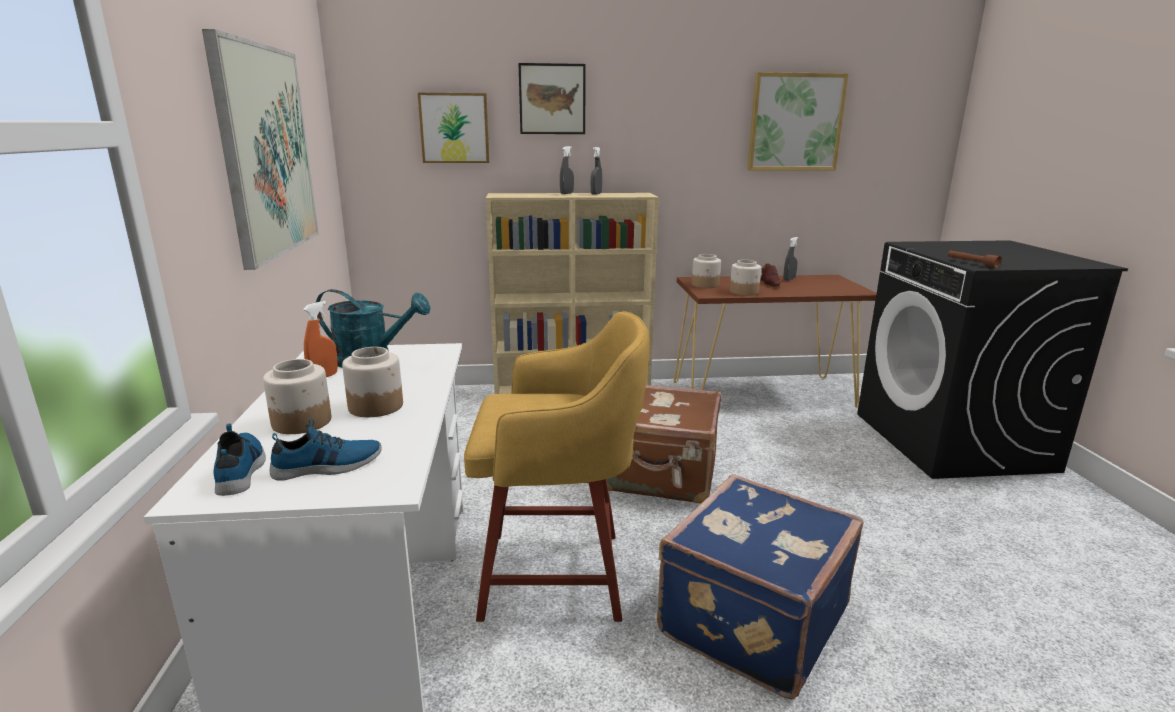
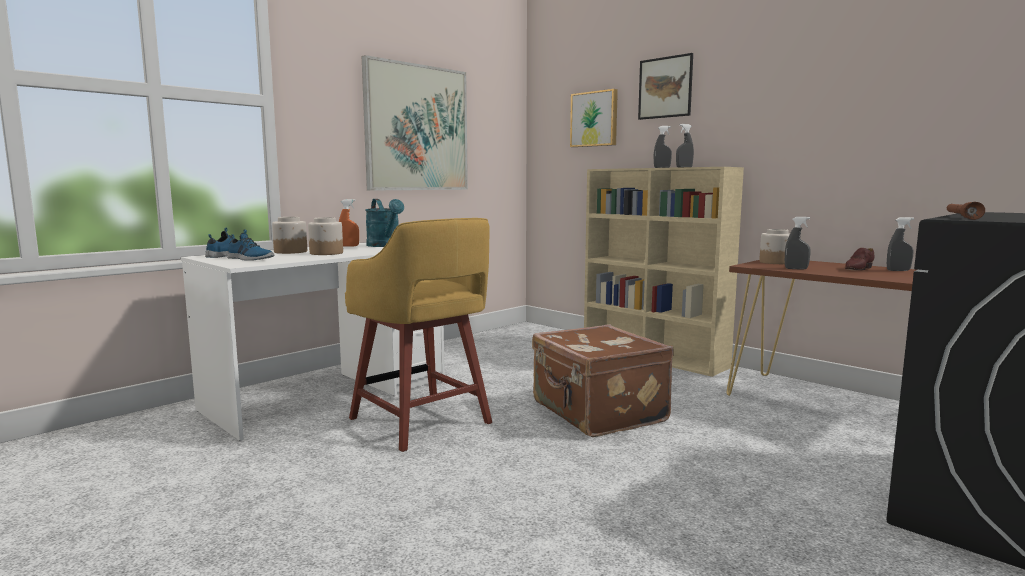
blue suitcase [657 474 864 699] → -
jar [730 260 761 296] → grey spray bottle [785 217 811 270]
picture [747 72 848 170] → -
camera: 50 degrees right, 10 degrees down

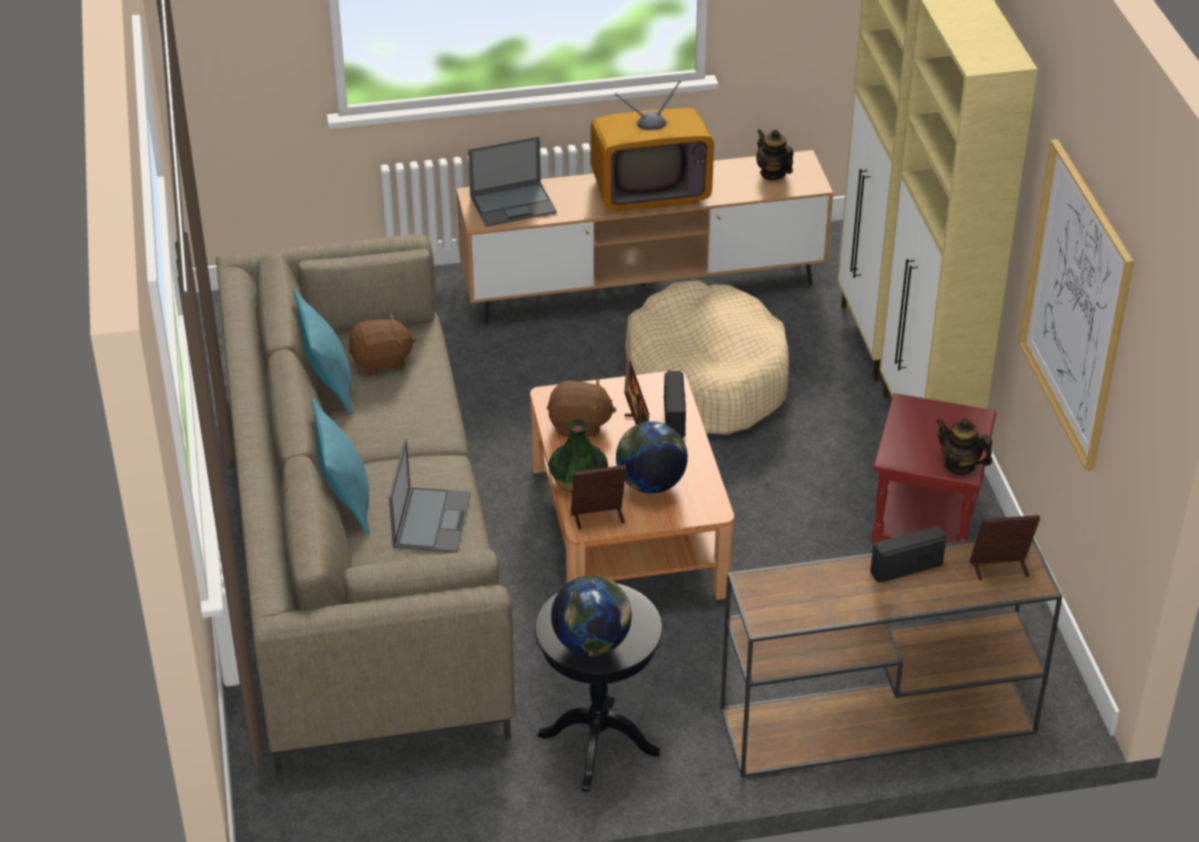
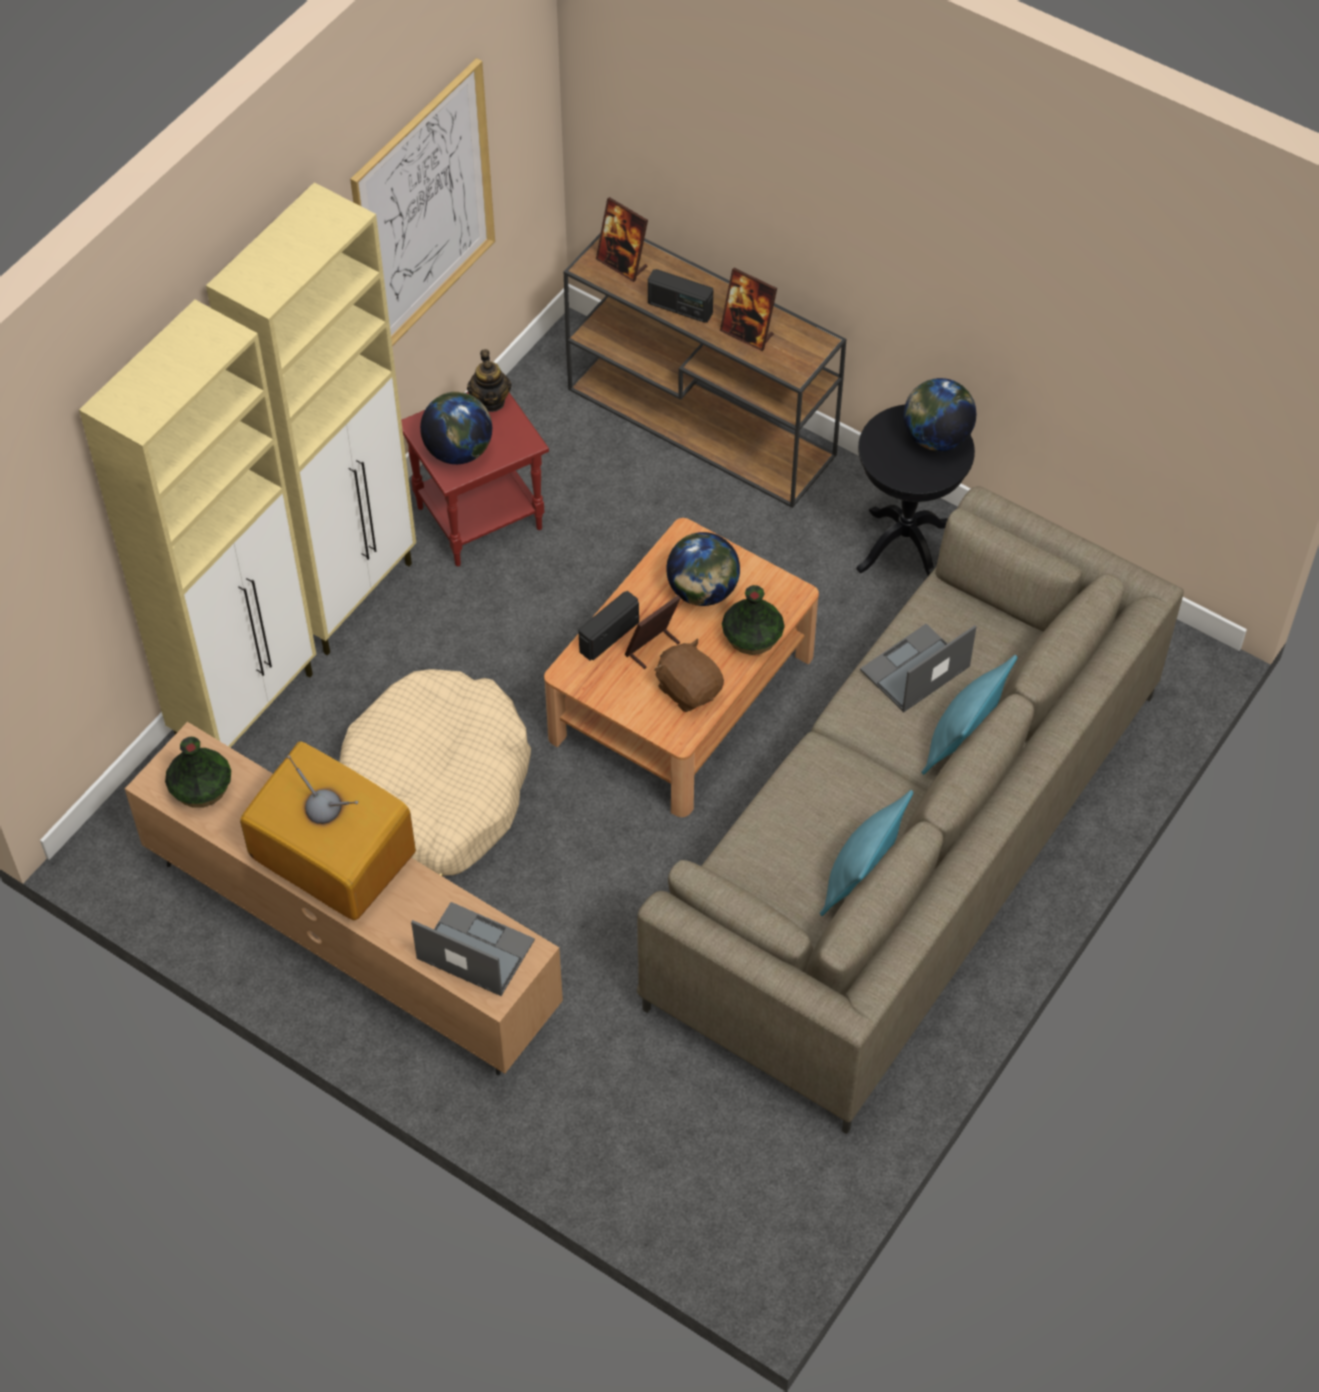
brown plush toy [349 314 416 375] → -
picture frame [571 465 626 529] → picture frame [720 268 777 351], relocated
teapot [756 129 794 180] → vase [165 737 232 808]
- → globe [420 391 492 464]
camera: 135 degrees left, 15 degrees up

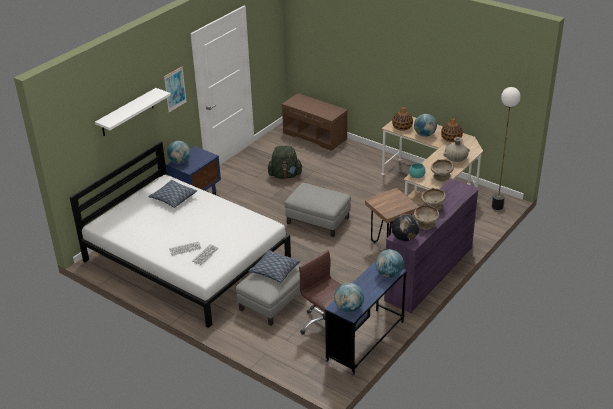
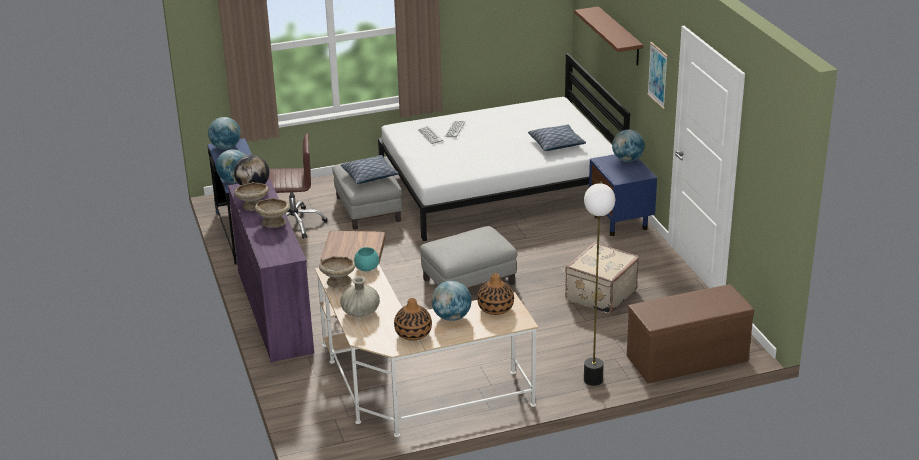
white shelf [95 88 171 136] → brown shelf [575 6 643 66]
green backpack [268 146 303 179] → beige suitcase [565 242 639 314]
floor lamp [492 87 521 210] → floor lamp [584 183 615 386], relocated
camera: 125 degrees right, 5 degrees down

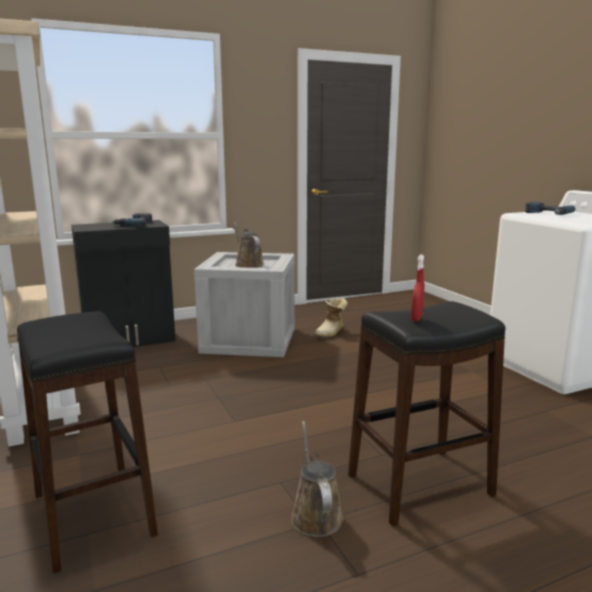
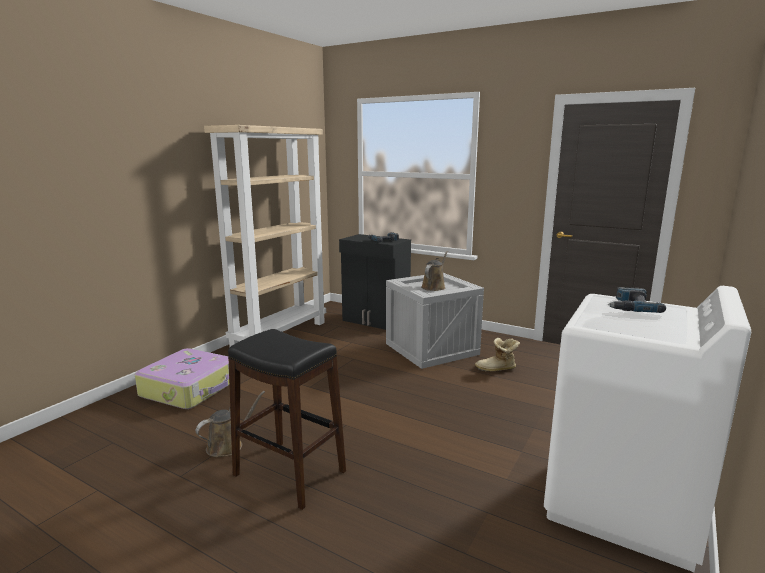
black stool [17 312 158 573] → suitcase [135 348 229 409]
red spray bottle [411 254 424 321] → -
camera: 55 degrees right, 0 degrees up

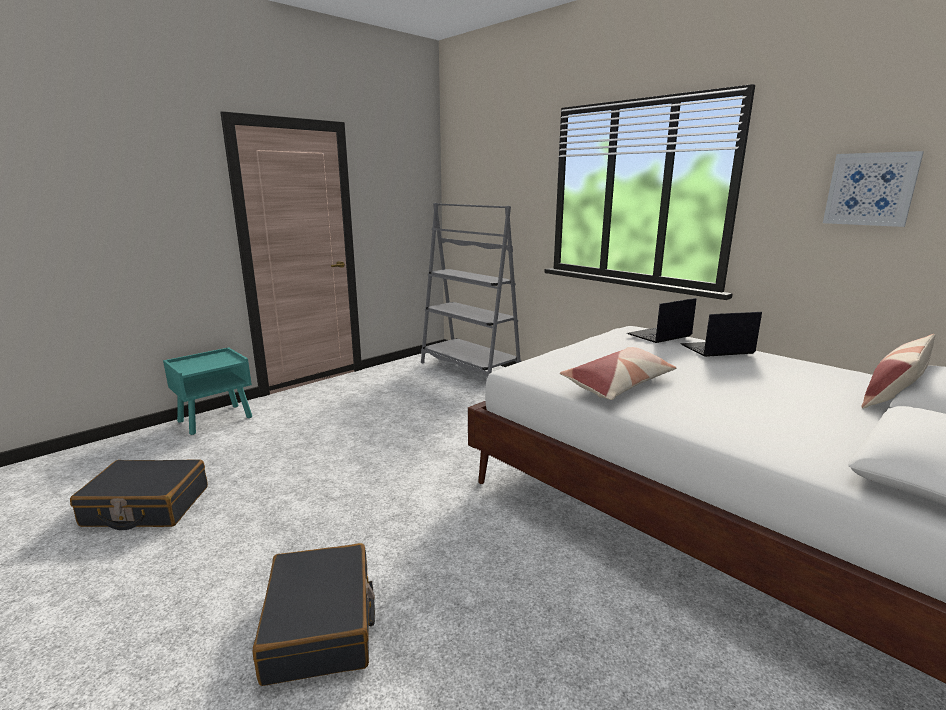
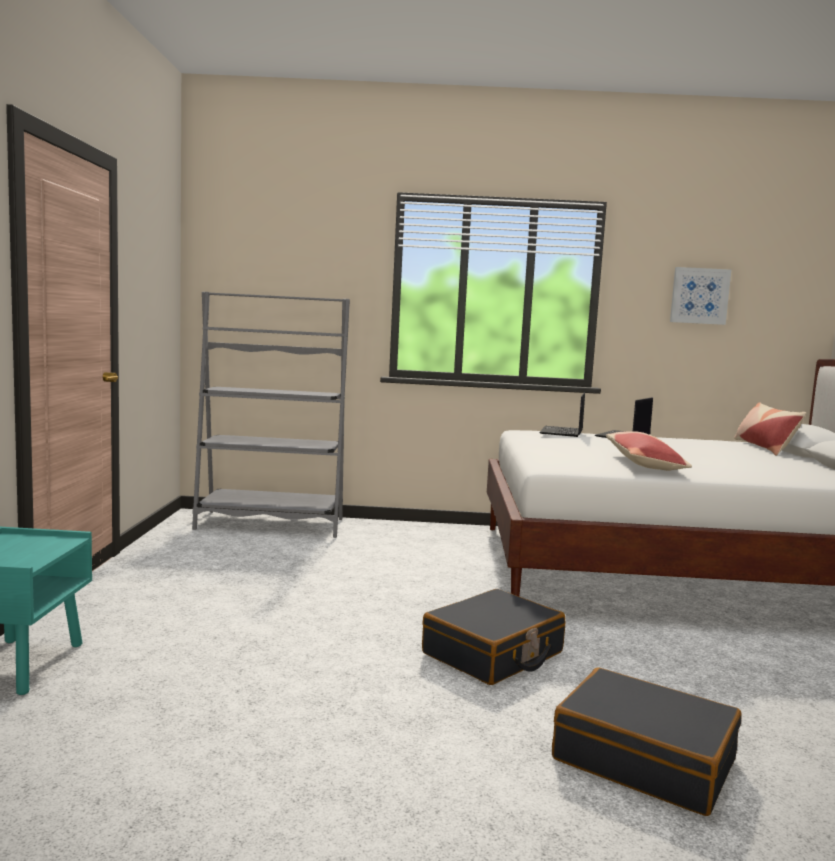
black suitcase [70 460 208 530] → black suitcase [422 589 565 685], relocated
camera: 45 degrees left, 10 degrees down

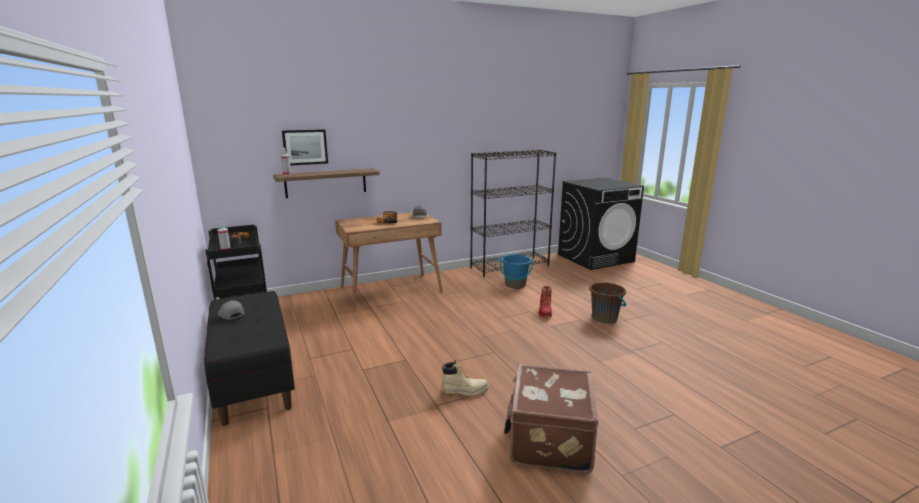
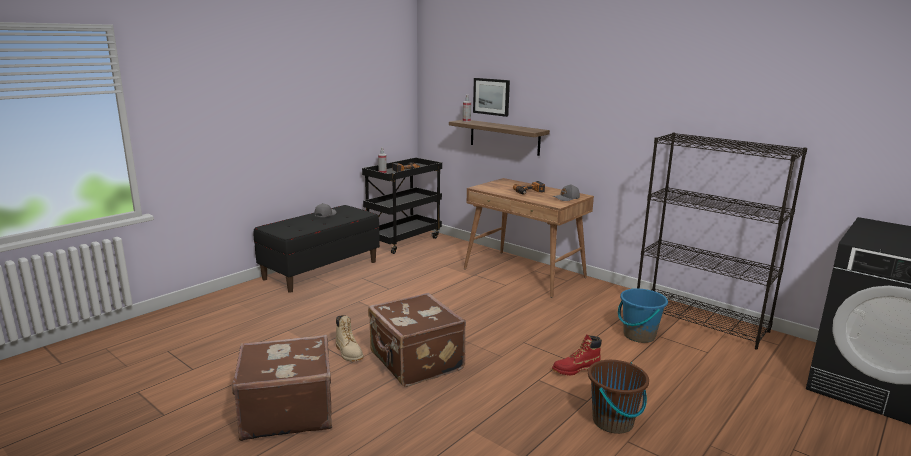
- → brown suitcase [368 293 466 387]
camera: 65 degrees right, 0 degrees up

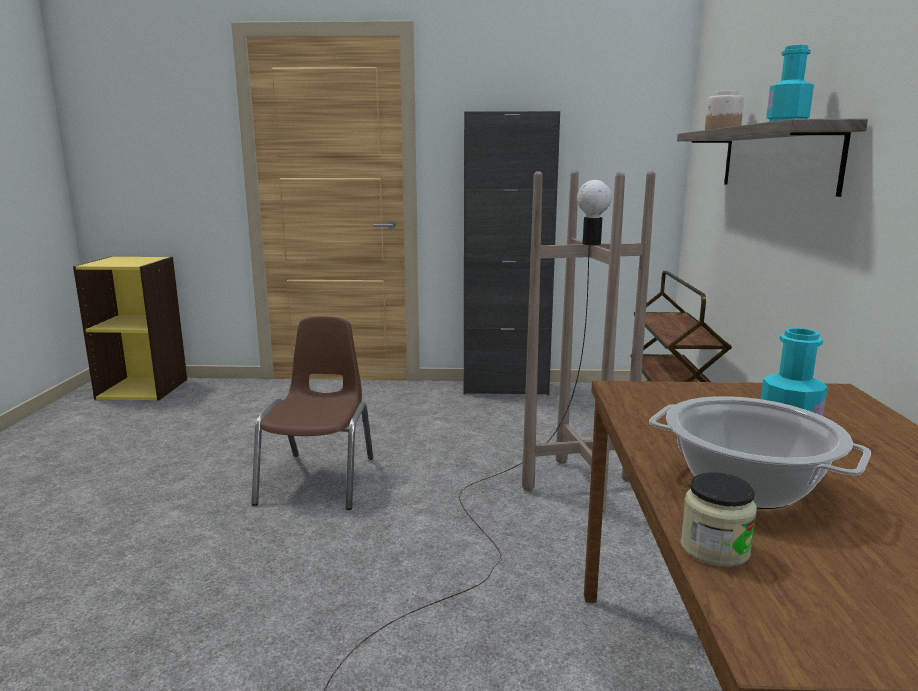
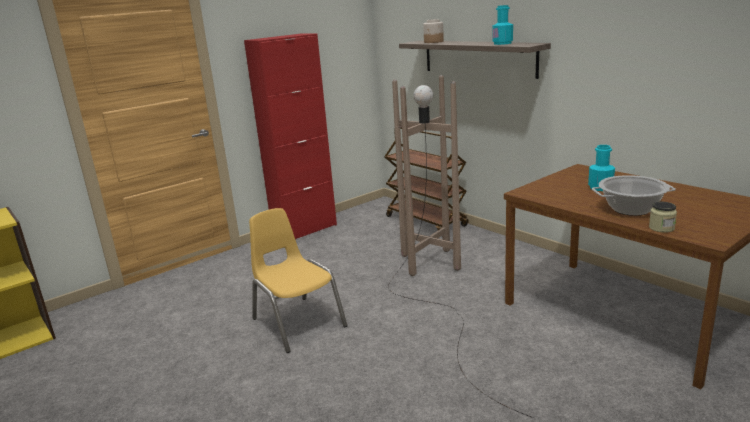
brown chair [252 316 373 510] → yellow chair [249 208 348 353]
black cabinet [464 111 560 395] → red cabinet [244 33 337 239]
camera: 40 degrees left, 5 degrees up

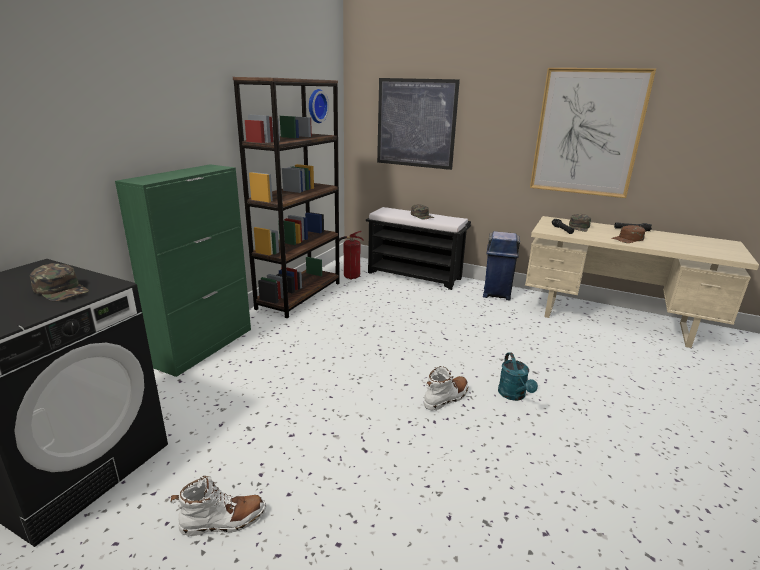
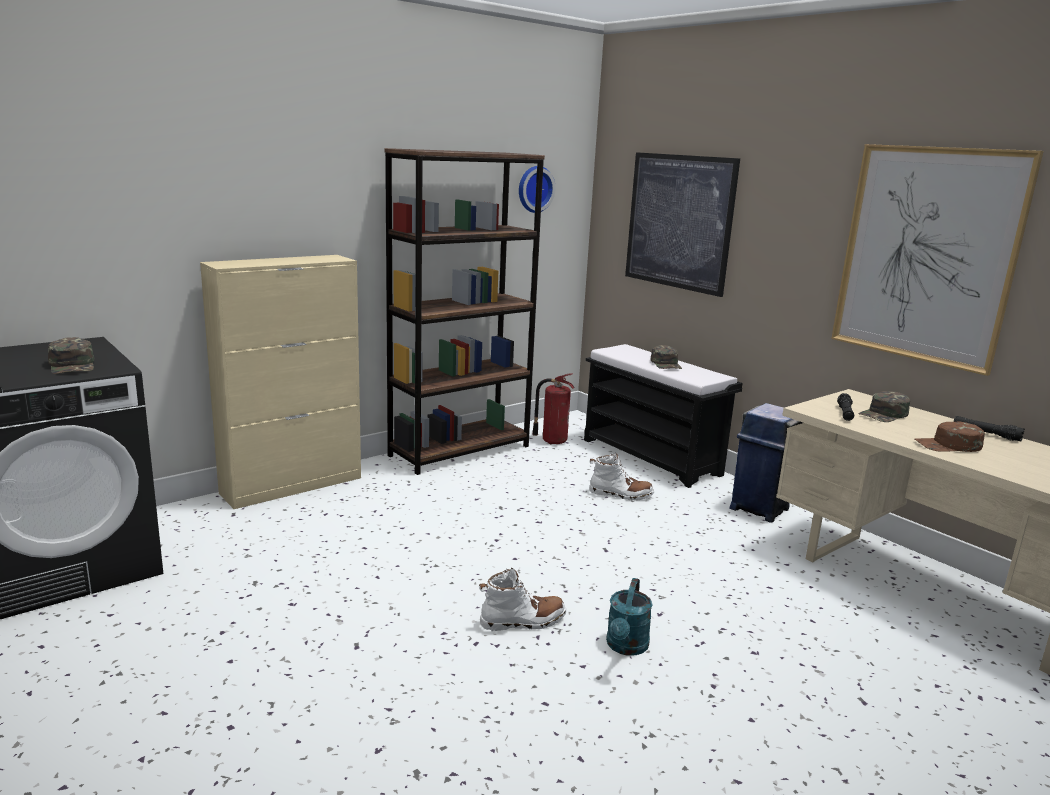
green cabinet [115 164 251 377] → beige cabinet [200 255 361 509]
white boot [170 476 266 537] → white boot [589 452 654 500], relocated
camera: 25 degrees right, 5 degrees down

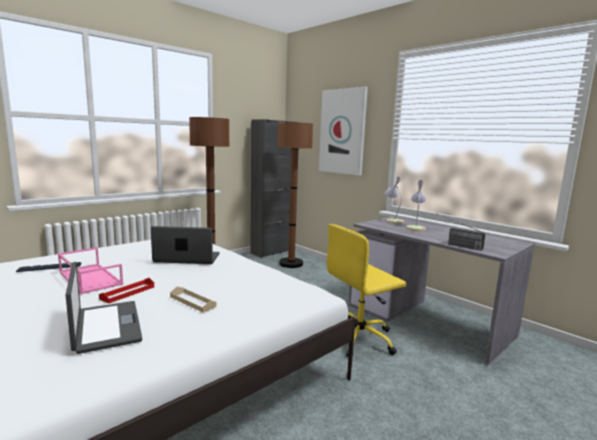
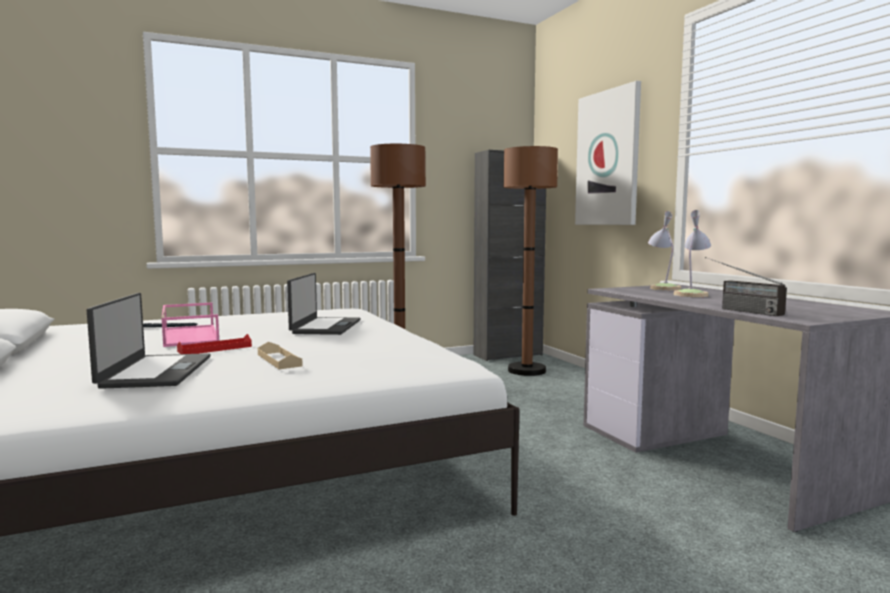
laptop [151 226 220 264] → laptop [287 273 361 335], 75 degrees clockwise
yellow office chair [327 224 406 357] → -
camera: 20 degrees right, 5 degrees down

